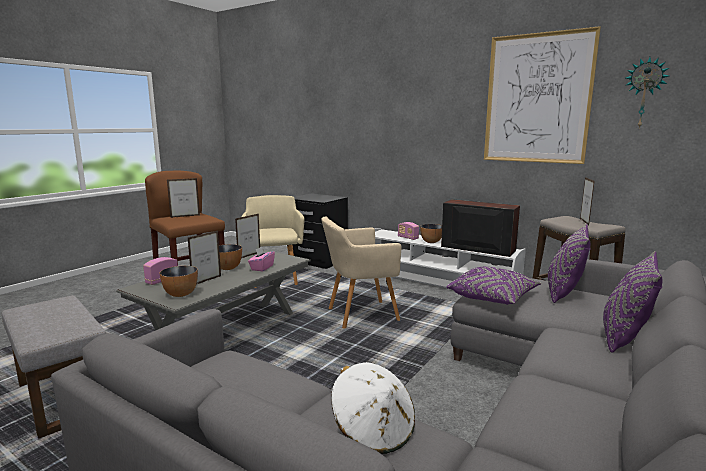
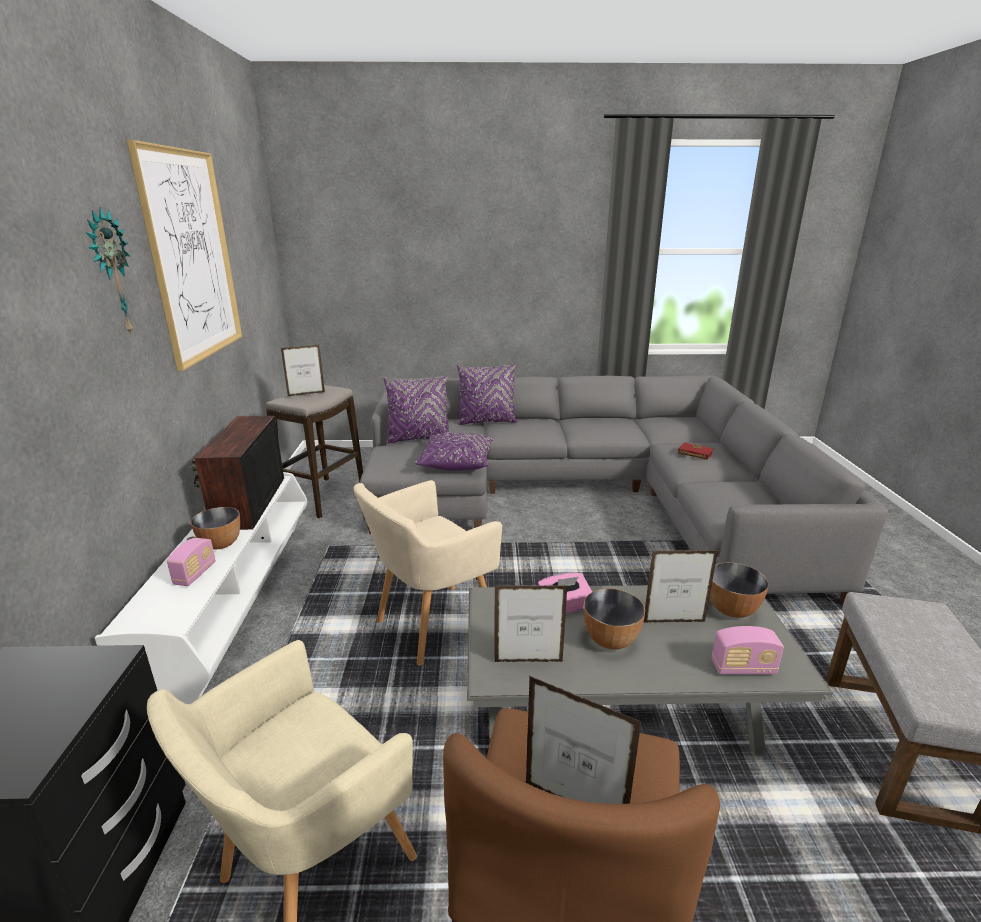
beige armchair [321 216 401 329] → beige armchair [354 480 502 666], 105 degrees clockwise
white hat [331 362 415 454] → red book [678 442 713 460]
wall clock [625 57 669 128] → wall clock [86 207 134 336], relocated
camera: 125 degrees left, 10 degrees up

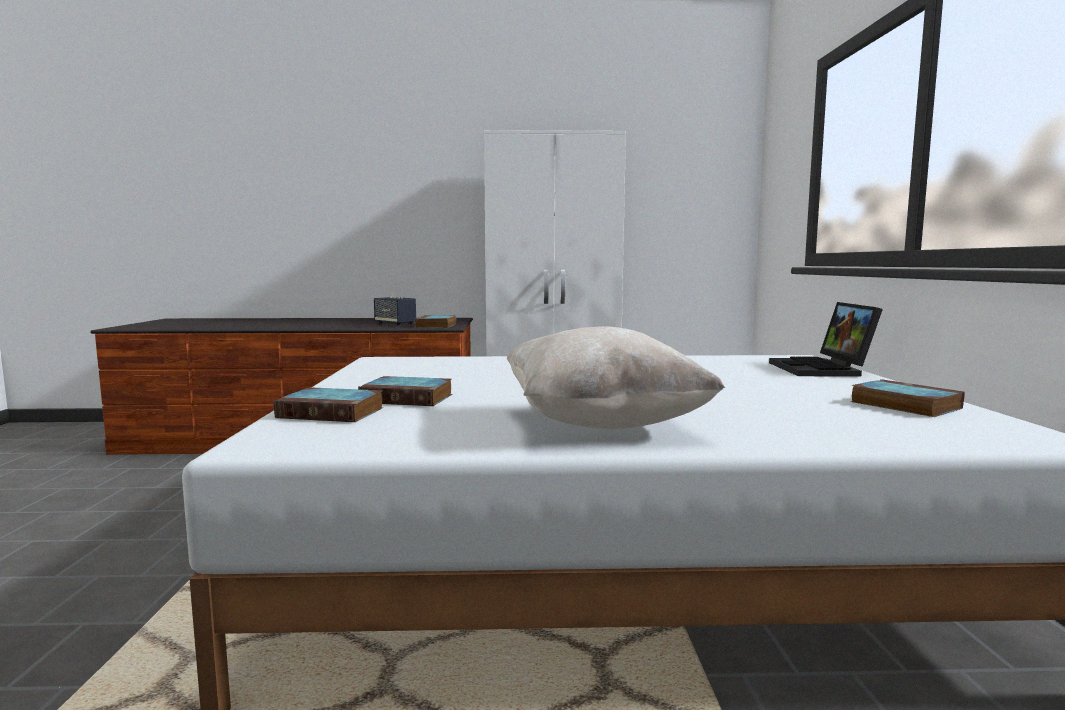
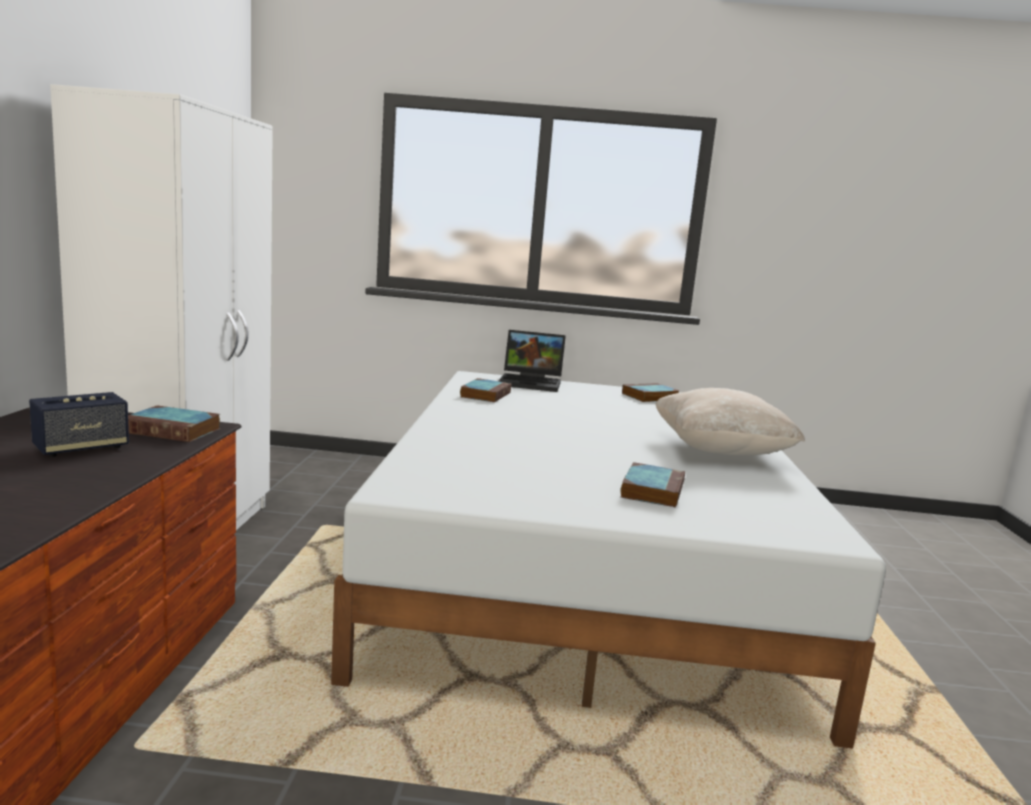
book [274 387 384 422] → book [460 378 511 402], relocated
camera: 85 degrees left, 5 degrees up

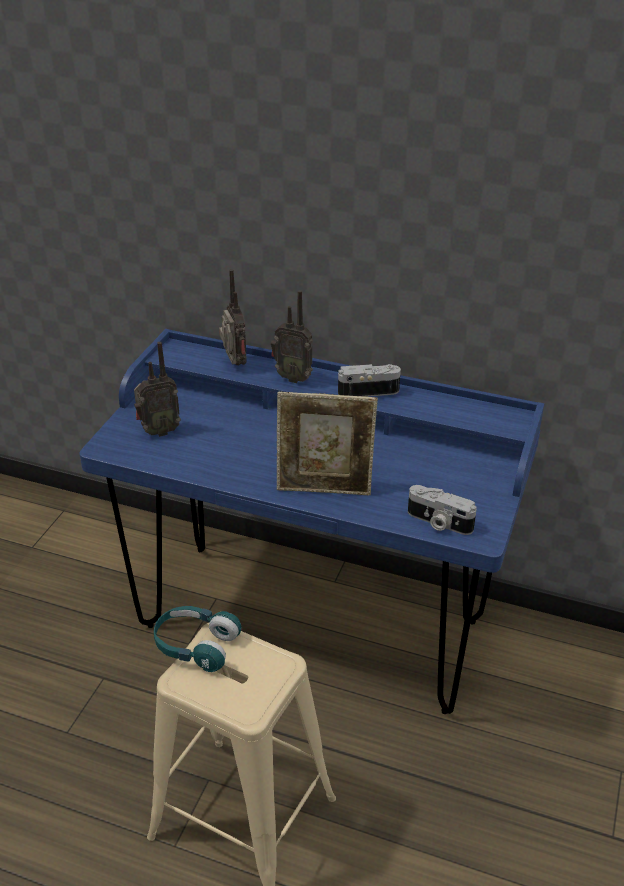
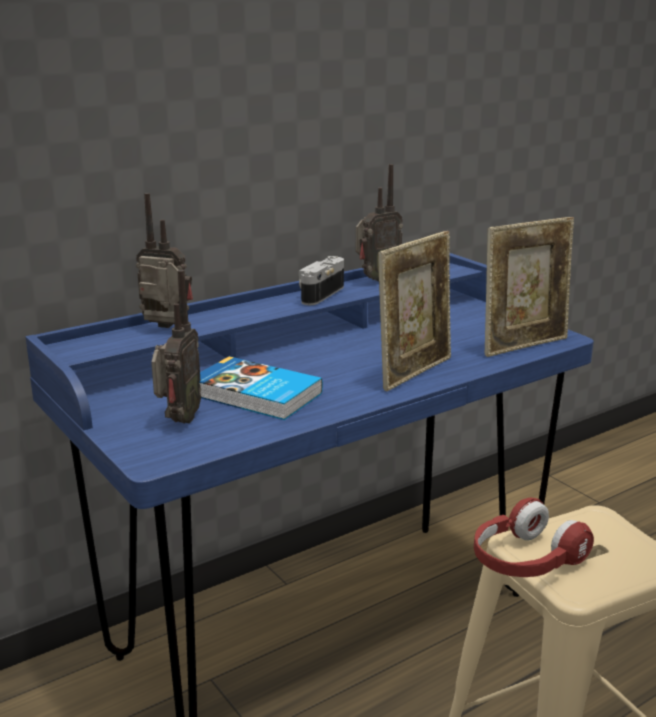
turquoise headphones [154 606 242 672] → red headphones [474 498 594 577]
radio [271 290 313 383] → radio [356 164 403 282], relocated
photo camera [408 485 477 535] → picture frame [485 217 574 357]
- → book [199 356 323 420]
camera: 55 degrees left, 15 degrees down

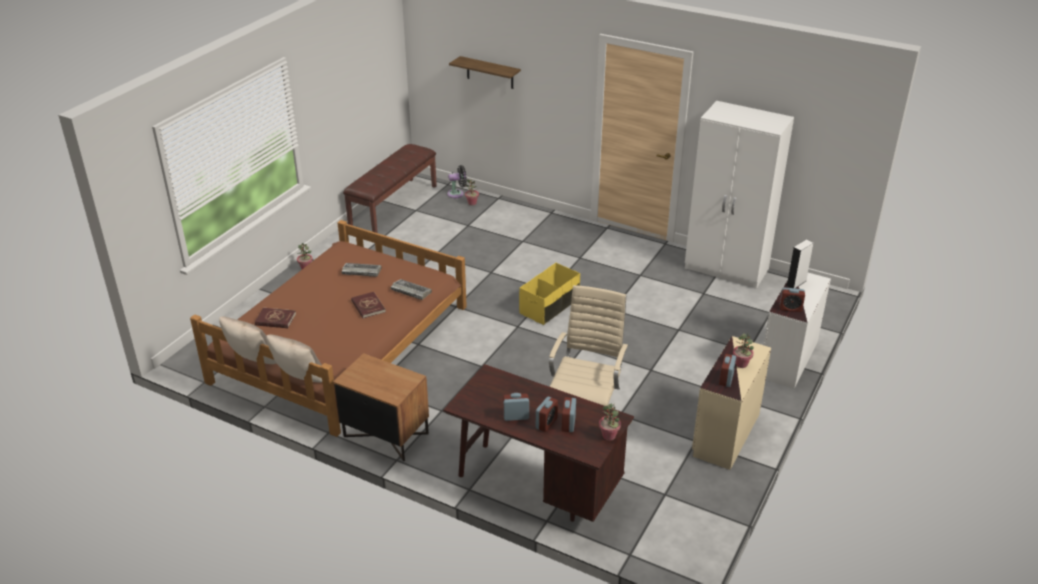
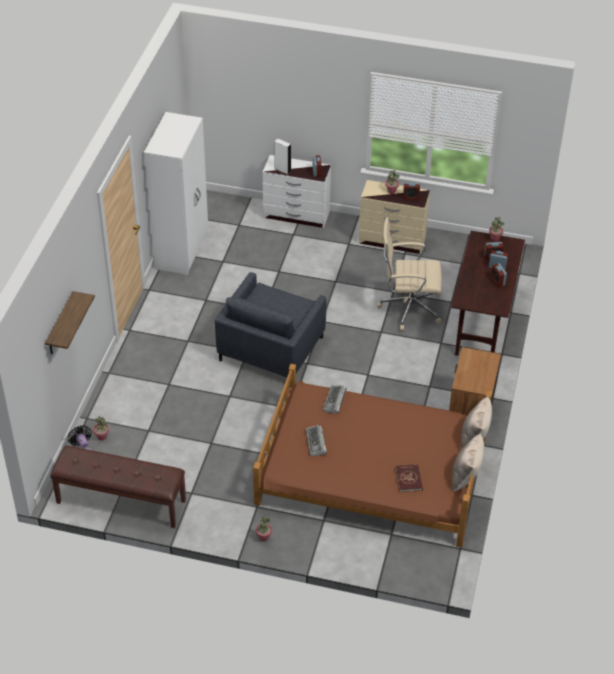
red book [351 292 386 318] → -
yellow storage box [519 263 580 325] → grey armchair [215 272 327 377]
camera: 105 degrees left, 10 degrees up

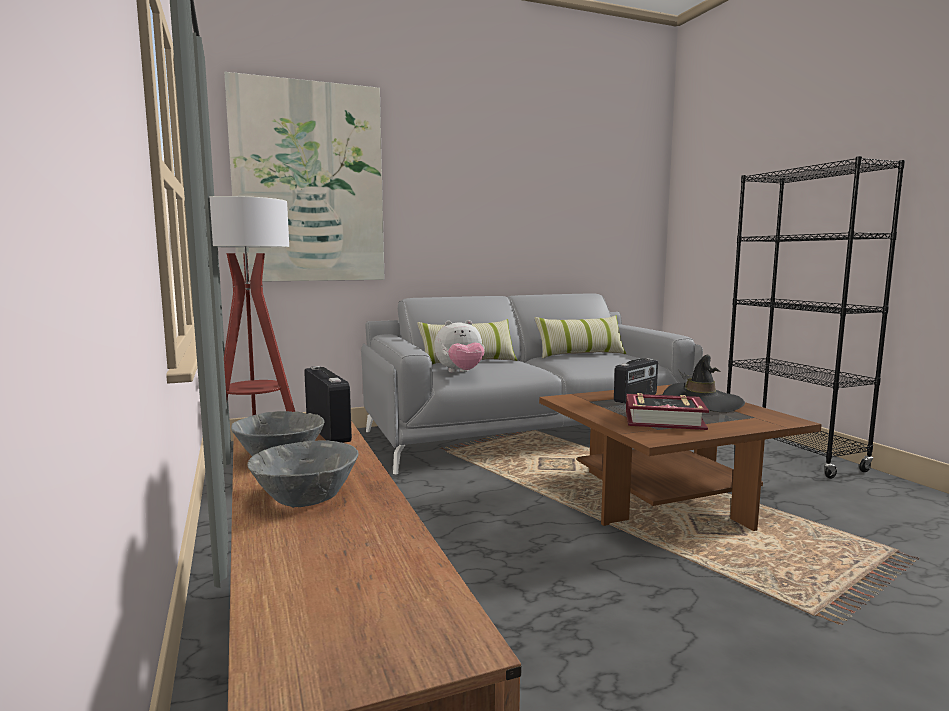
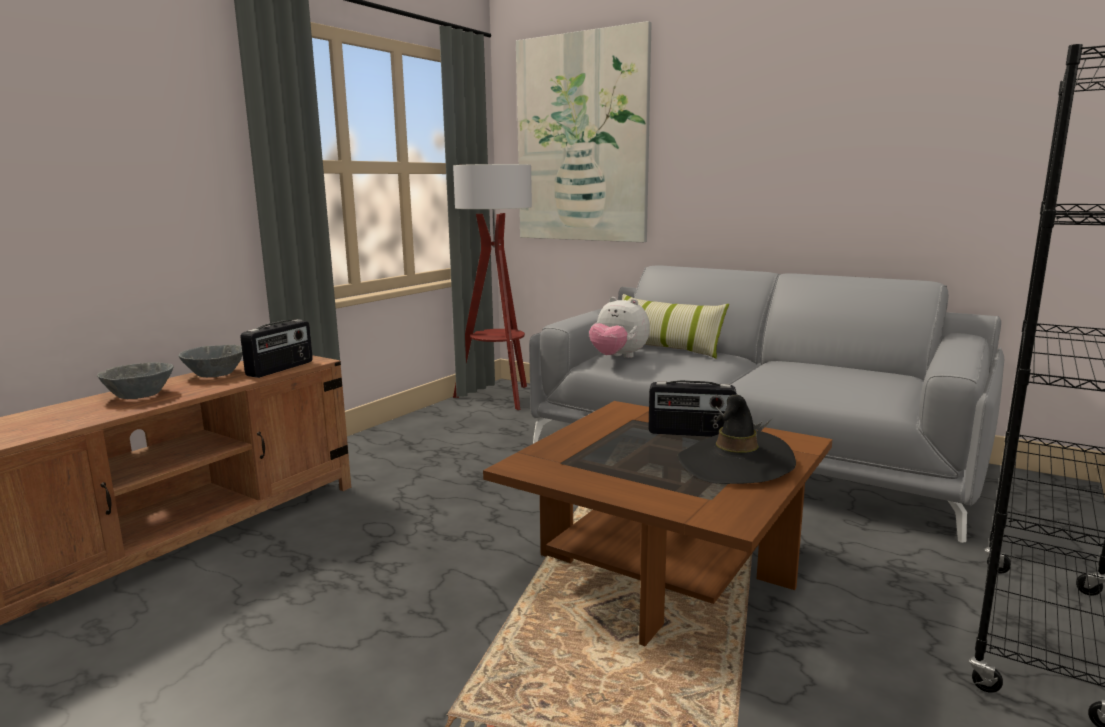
pillow [534 315 626 358] → -
book [626 393 709 430] → -
camera: 55 degrees right, 5 degrees up

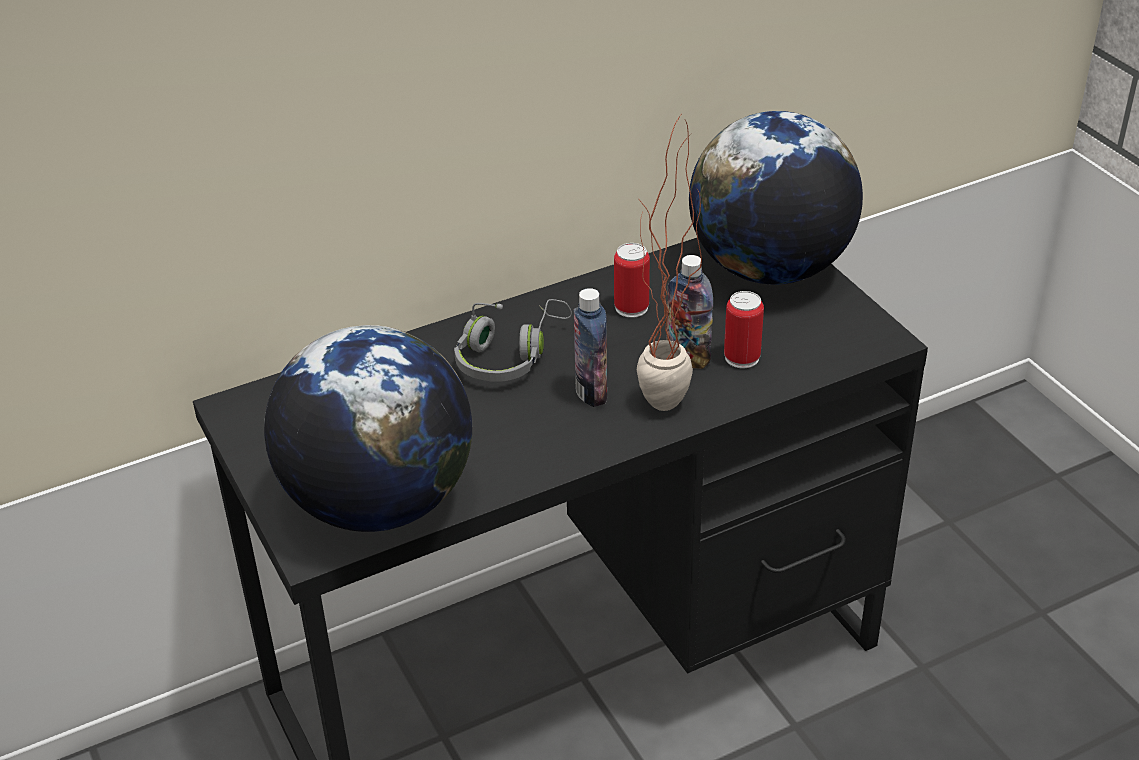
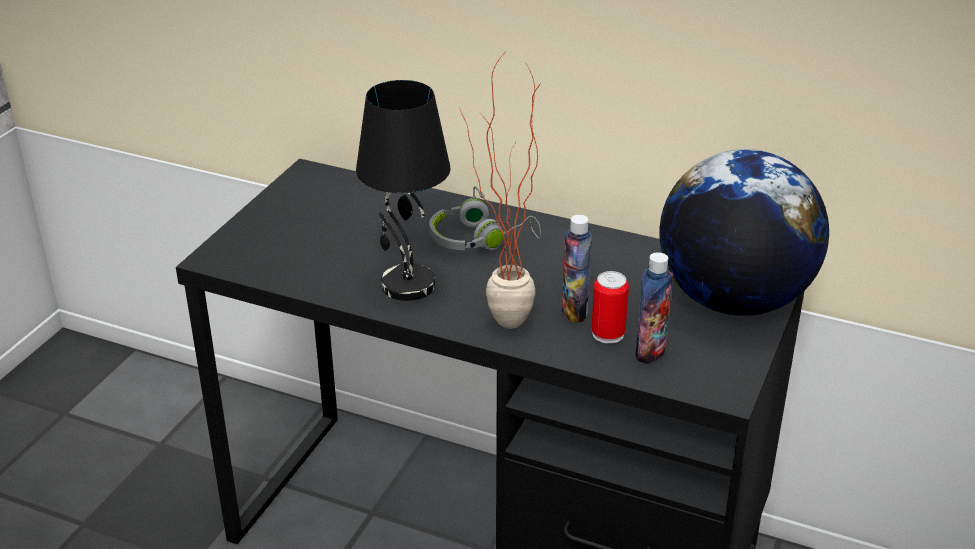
globe [264 325 472 532] → -
bottle [574 288 607 407] → bottle [635 252 673 364], relocated
can [614 243 650 318] → -
- → black table lamp [356 80 451 301]
camera: 50 degrees right, 5 degrees down

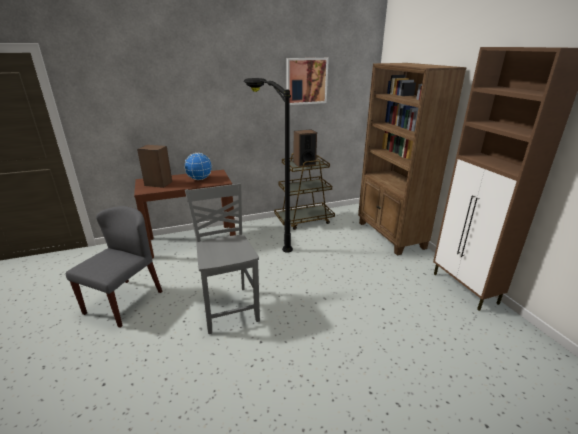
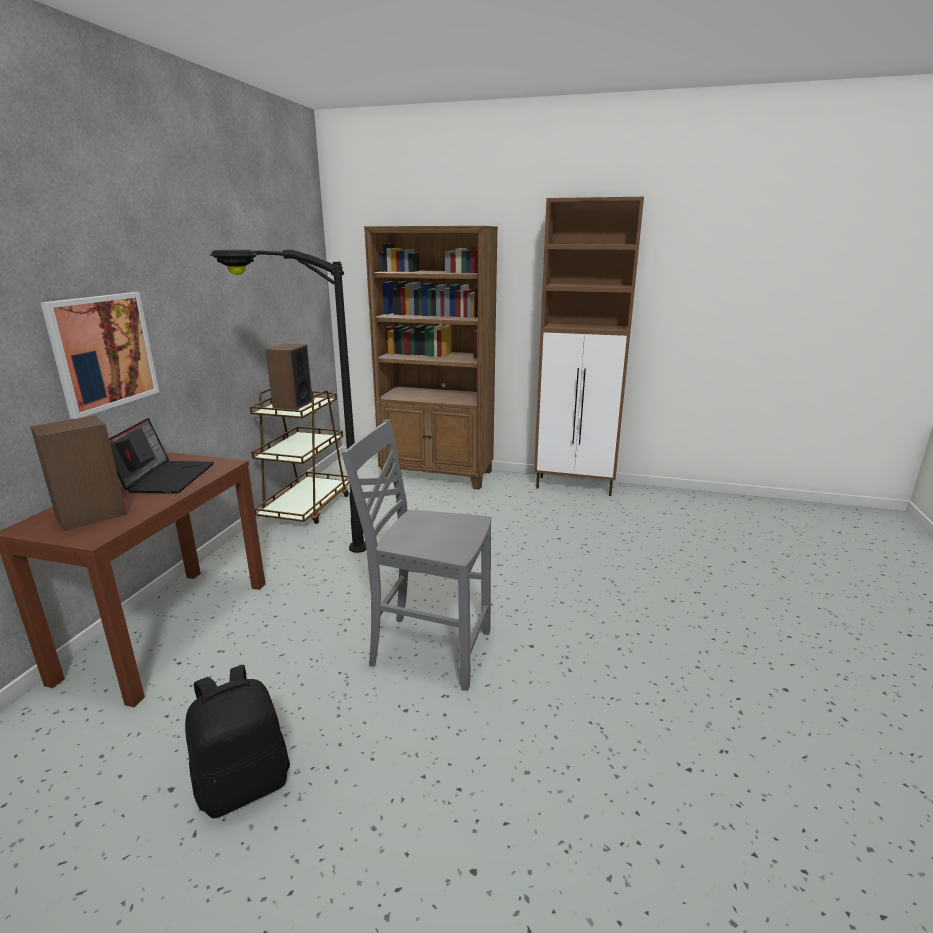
grey chair [66 206 162 328] → black backpack [185 665 290 819]
globe [184 153 212 180] → laptop [109 418 214 493]
picture [287 58 329 105] → picture [41 292 159 419], relocated
camera: 55 degrees left, 5 degrees down

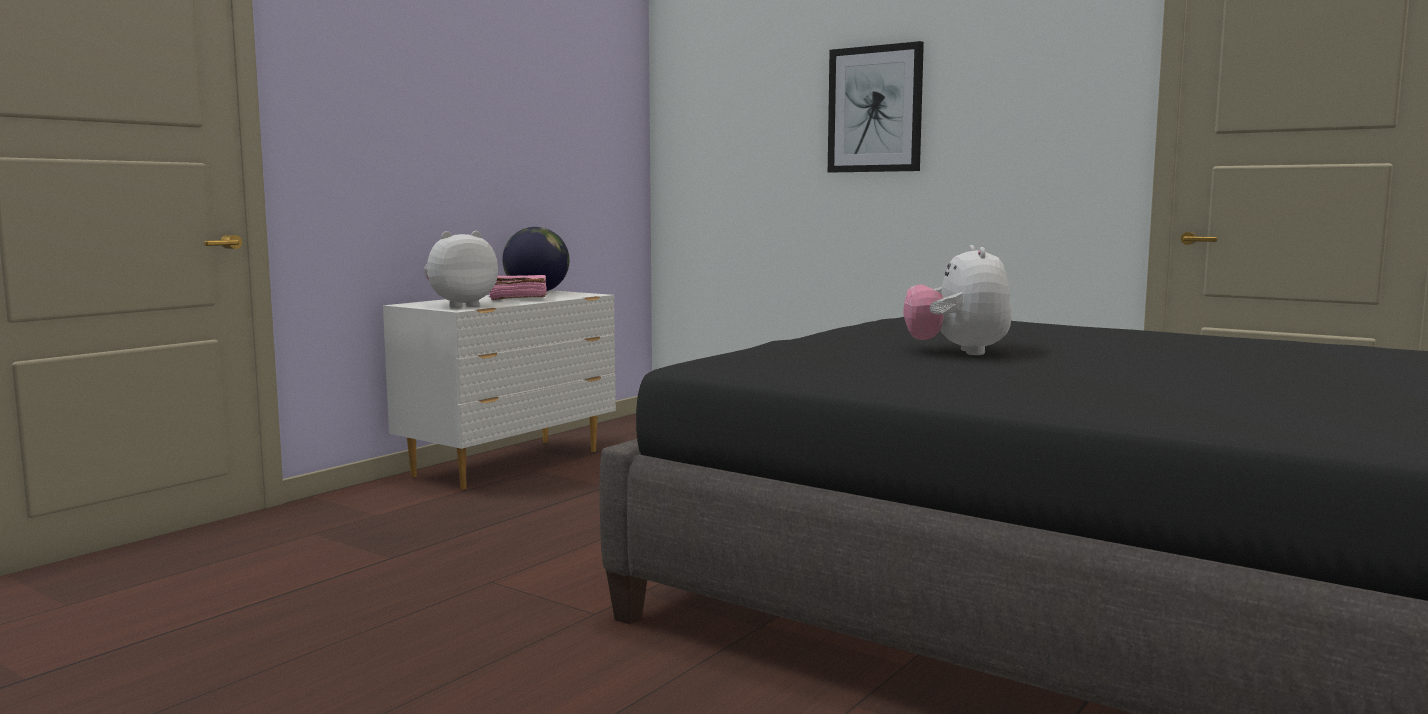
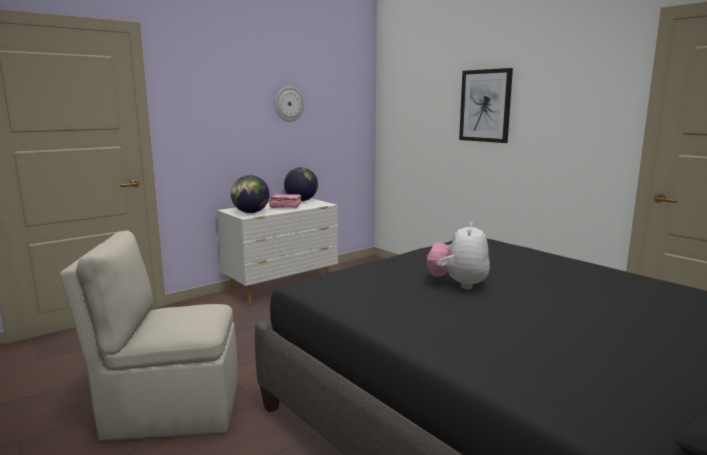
plush toy [424 231 498 308] → globe [231 175 270 213]
- → beige chair [60 231 238 441]
- → wall clock [275 86 304 122]
camera: 15 degrees right, 5 degrees up

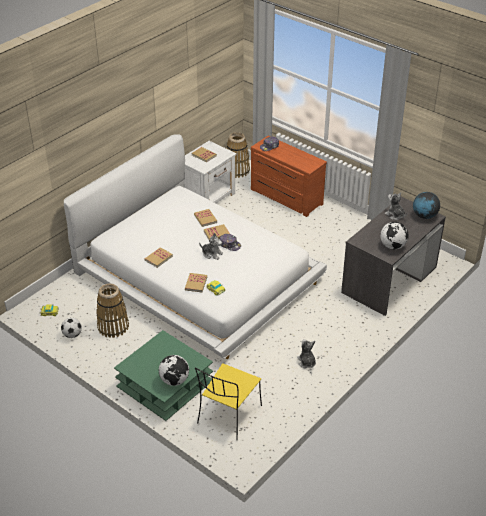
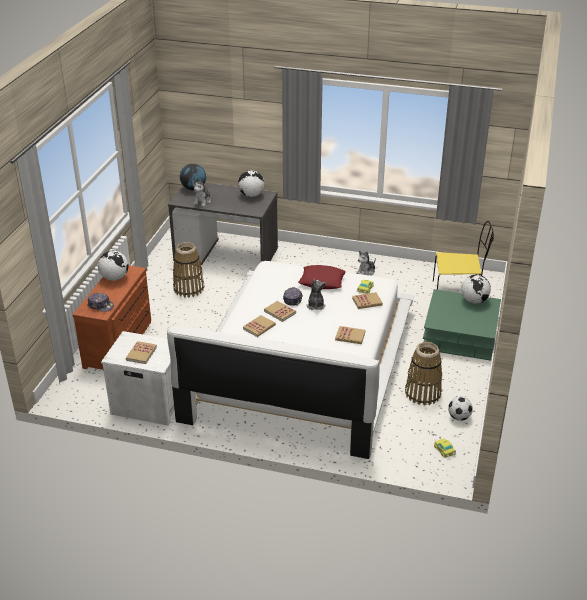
basket [226 132 250 178] → basket [173 242 204 298], relocated
- → globe [98 251 128 281]
- → red pillow [298 265 346 289]
camera: 115 degrees left, 5 degrees down

